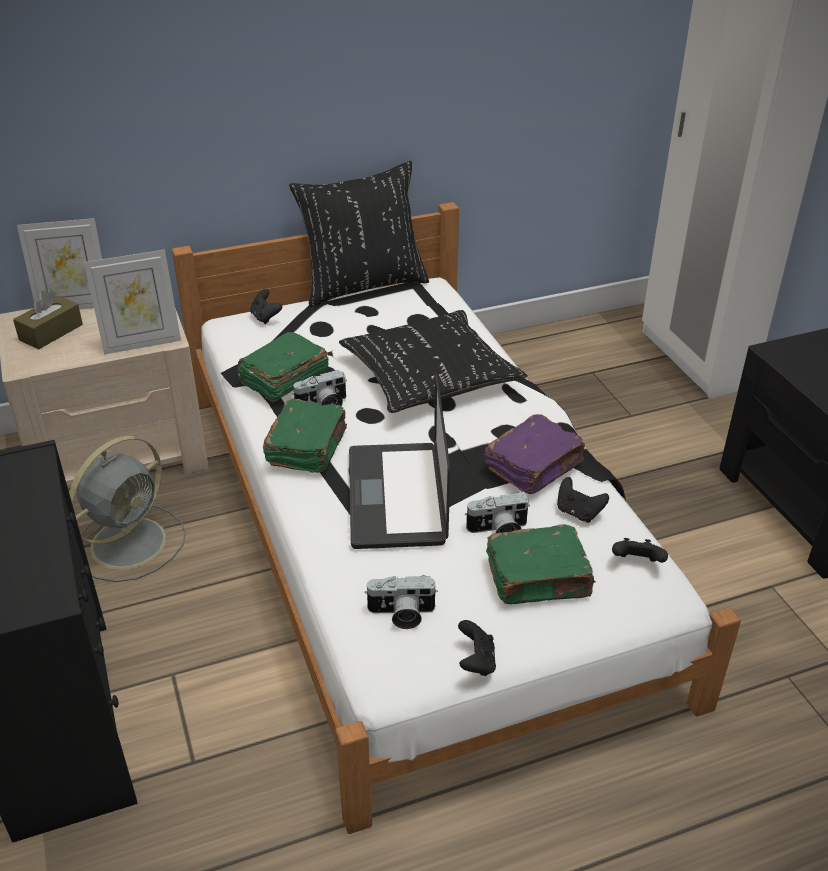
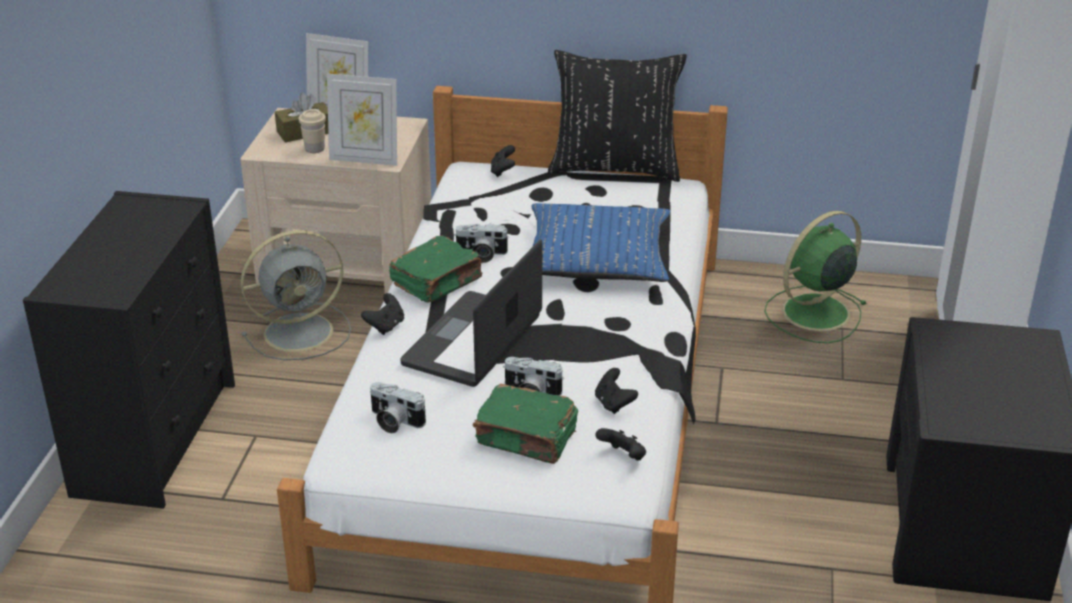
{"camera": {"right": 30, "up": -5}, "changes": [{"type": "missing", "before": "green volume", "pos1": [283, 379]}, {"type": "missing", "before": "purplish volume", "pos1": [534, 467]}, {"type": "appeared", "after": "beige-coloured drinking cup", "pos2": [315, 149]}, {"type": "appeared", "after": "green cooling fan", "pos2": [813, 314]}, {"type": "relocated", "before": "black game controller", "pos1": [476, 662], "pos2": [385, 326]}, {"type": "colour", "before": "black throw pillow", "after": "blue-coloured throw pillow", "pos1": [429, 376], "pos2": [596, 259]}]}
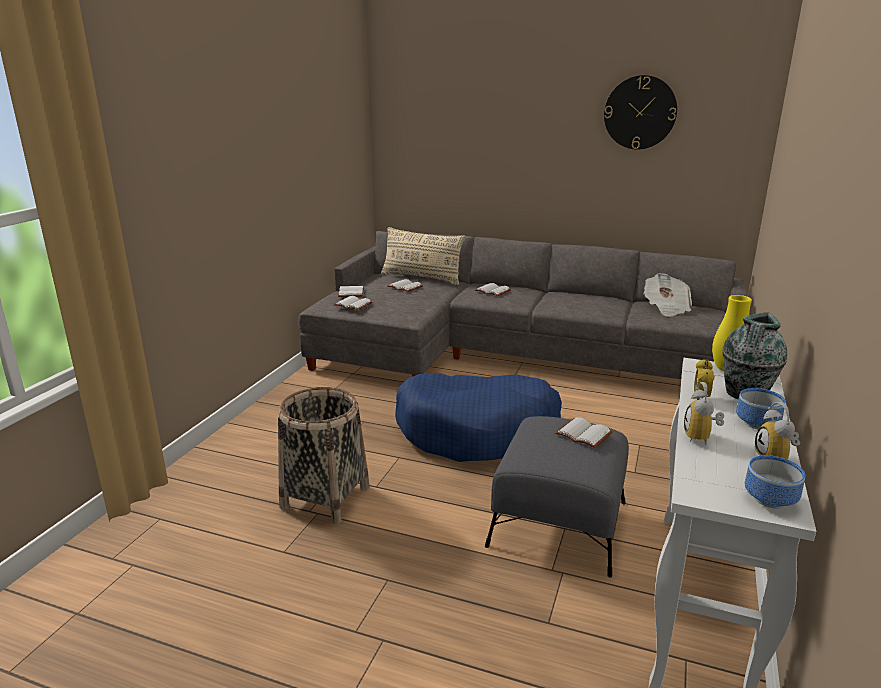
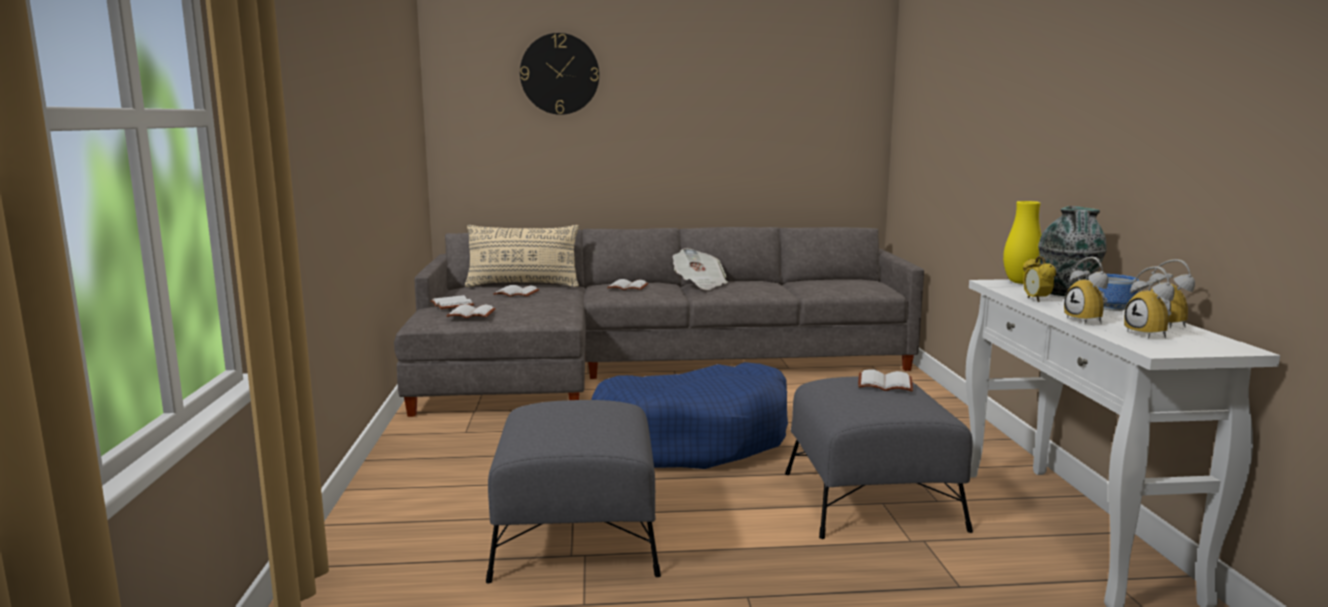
{"camera": {"right": -25, "up": -10}, "changes": [{"type": "missing", "before": "bowl", "pos1": [769, 498]}, {"type": "appeared", "after": "alarm clock", "pos2": [1151, 334]}, {"type": "relocated", "before": "hanging clock", "pos1": [640, 112], "pos2": [559, 74]}, {"type": "relocated", "before": "newspaper", "pos1": [666, 308], "pos2": [699, 284]}, {"type": "exchanged", "before": "storage basket", "after": "gray pouffe", "pos1": [325, 497], "pos2": [577, 536]}]}
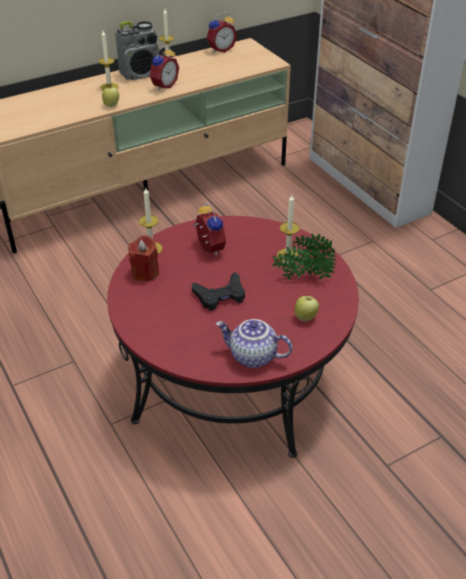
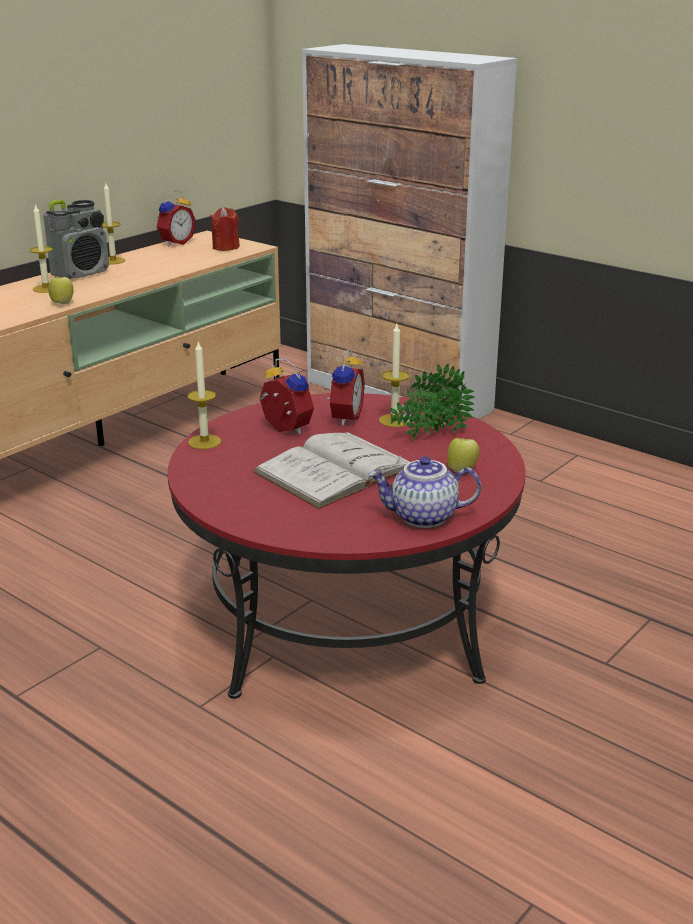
{"camera": {"right": -20, "up": -15}, "changes": [{"type": "relocated", "before": "red-coloured wax light", "pos1": [145, 272], "pos2": [226, 247]}, {"type": "relocated", "before": "alarm clock", "pos1": [163, 86], "pos2": [343, 418]}, {"type": "exchanged", "before": "black game controller", "after": "white volume", "pos1": [220, 296], "pos2": [335, 469]}]}
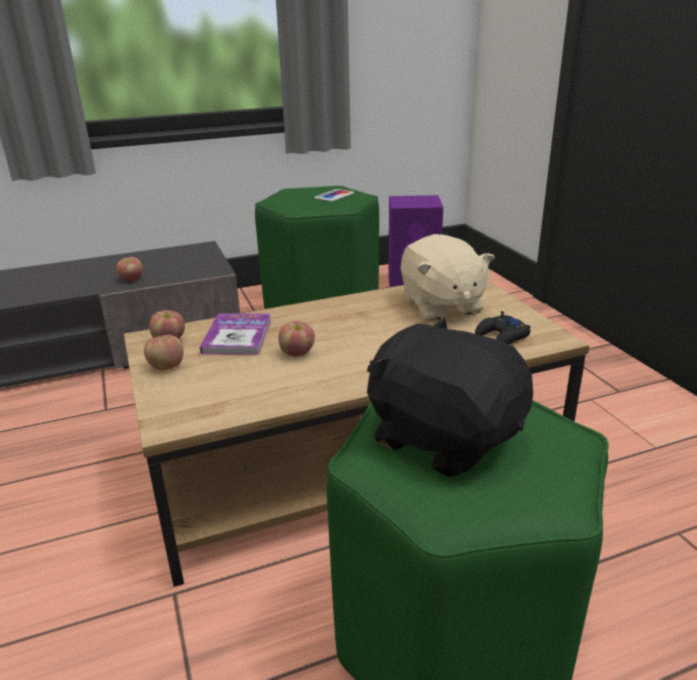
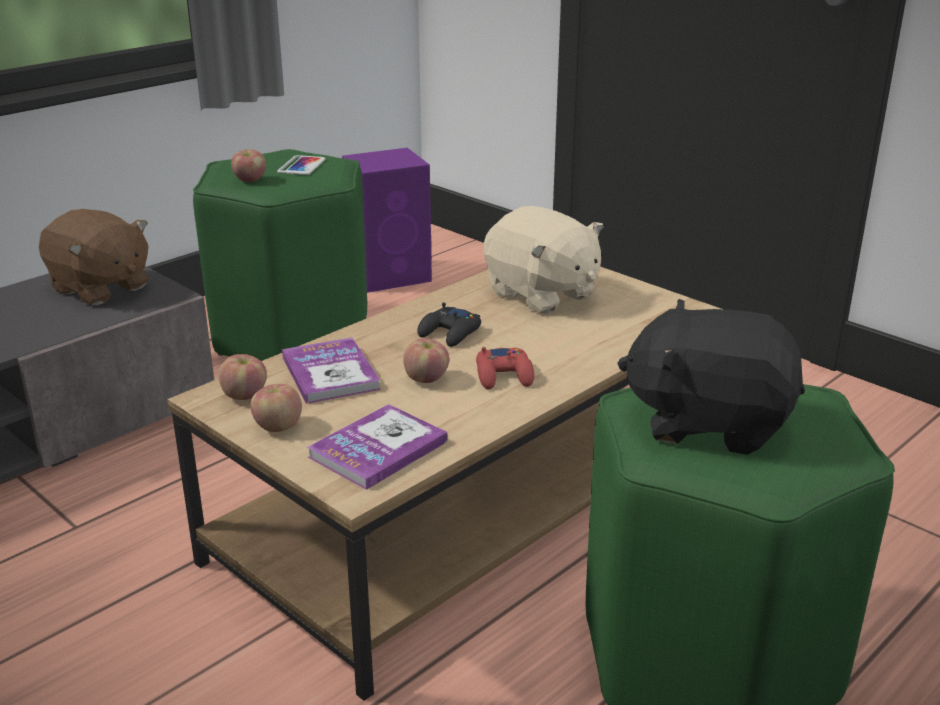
{"camera": {"right": -25, "up": 0}, "changes": [{"type": "appeared", "after": "brown plush toy", "pos2": [100, 288]}, {"type": "appeared", "after": "volume", "pos2": [378, 449]}, {"type": "appeared", "after": "red-coloured game controller", "pos2": [504, 375]}, {"type": "relocated", "before": "whole apple", "pos1": [132, 279], "pos2": [250, 180]}, {"type": "relocated", "before": "black game controller", "pos1": [502, 337], "pos2": [450, 333]}]}
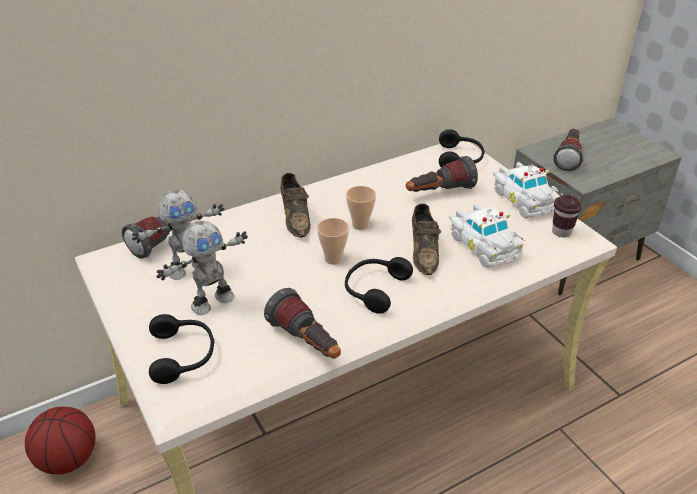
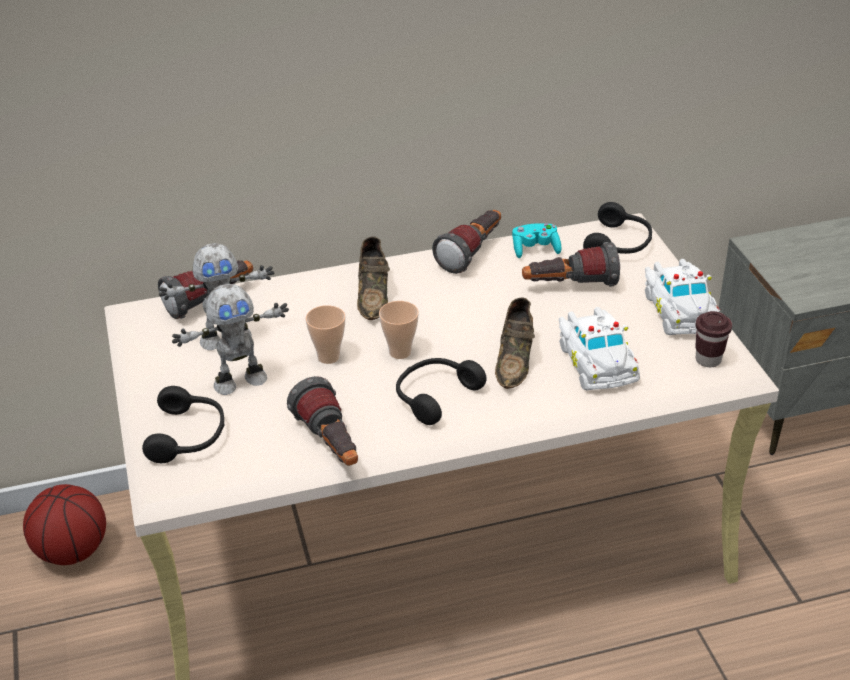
{"camera": {"right": 15, "up": 0}, "changes": [{"type": "appeared", "after": "blue-green game controller", "pos2": [535, 249]}, {"type": "relocated", "before": "drinking cup", "pos1": [360, 225], "pos2": [328, 357]}, {"type": "relocated", "before": "torch", "pos1": [568, 157], "pos2": [472, 253]}]}
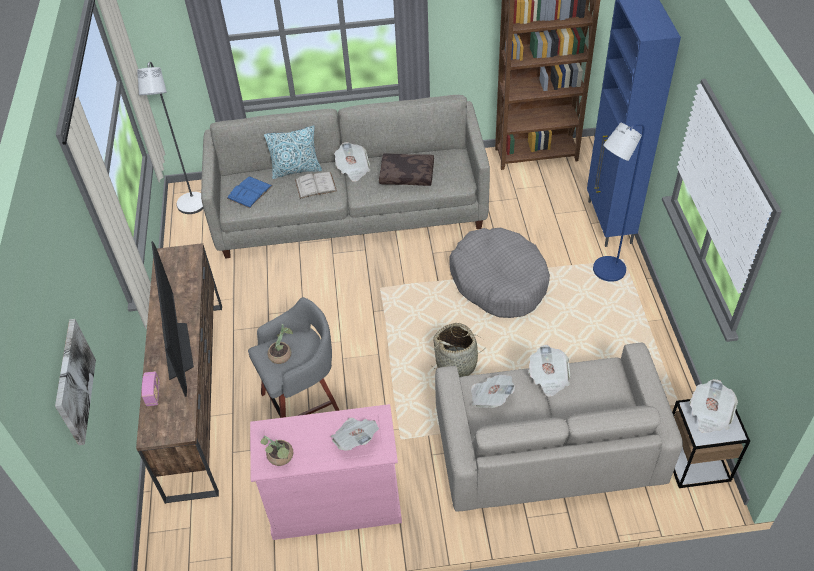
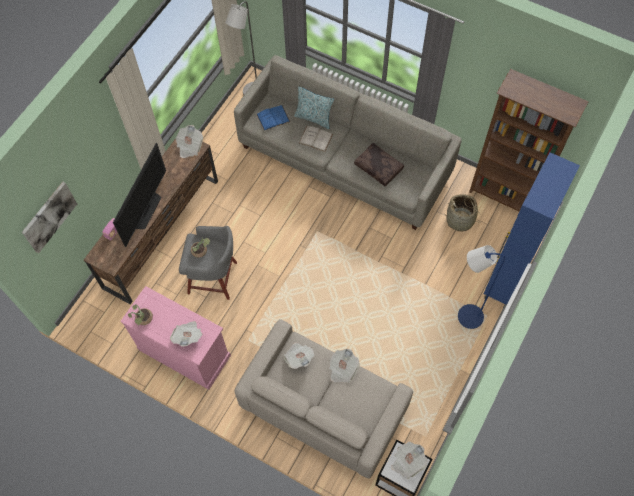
{"camera": {"right": 35, "up": 15}, "changes": [{"type": "missing", "before": "gray pet bed", "pos1": [499, 281]}, {"type": "relocated", "before": "newspaper", "pos1": [353, 169], "pos2": [189, 146]}, {"type": "relocated", "before": "storage basket", "pos1": [457, 364], "pos2": [460, 220]}]}
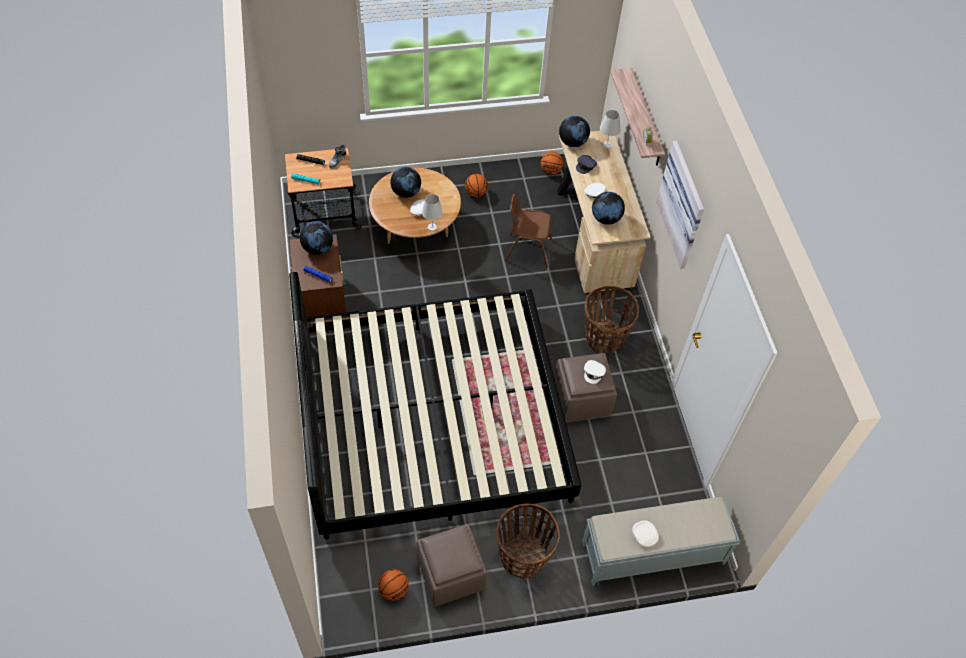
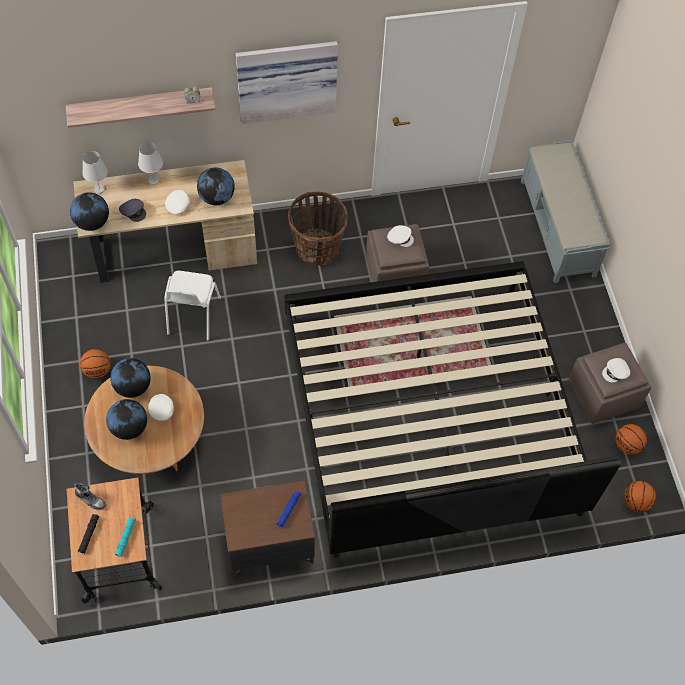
{"camera": {"right": -90, "up": 5}, "changes": [{"type": "missing", "before": "storage basket", "pos1": [523, 556]}, {"type": "relocated", "before": "world globe", "pos1": [318, 248], "pos2": [133, 386]}, {"type": "relocated", "before": "white table lamp", "pos1": [432, 227], "pos2": [153, 180]}, {"type": "relocated", "before": "basketball", "pos1": [550, 171], "pos2": [636, 502]}, {"type": "relocated", "before": "white cap", "pos1": [644, 535], "pos2": [616, 372]}, {"type": "colour", "before": "brown chair", "after": "white chair", "pos1": [527, 250], "pos2": [193, 316]}]}
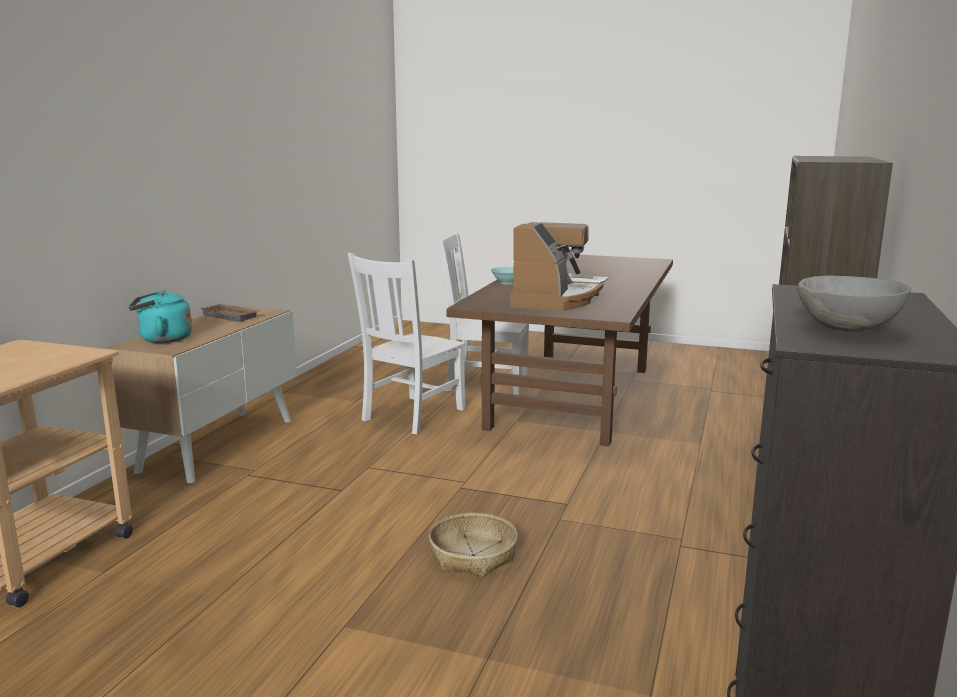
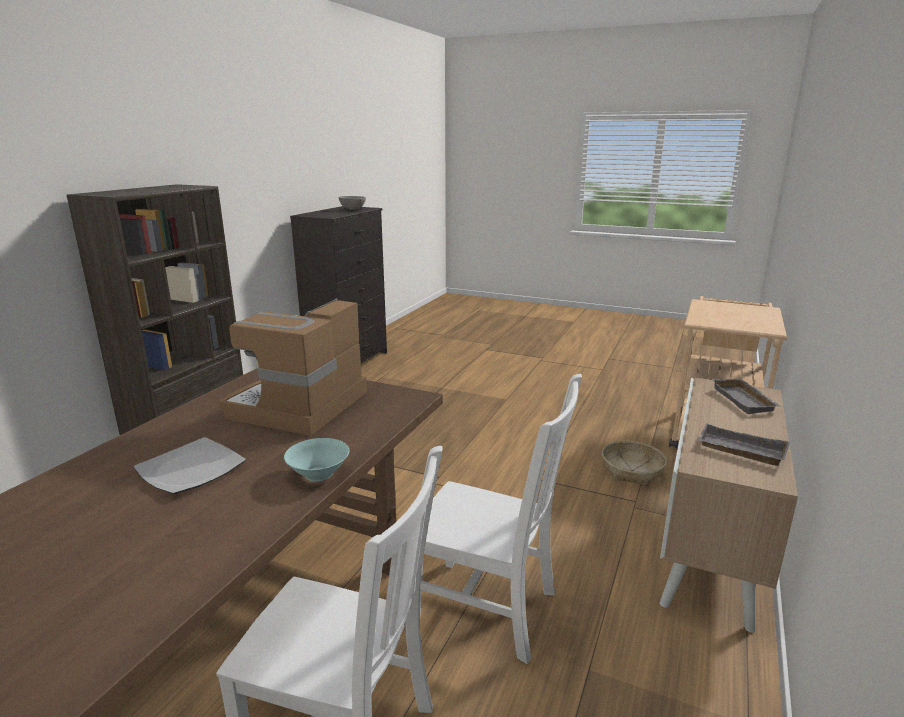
{"camera": {"right": -175, "up": 5}, "changes": [{"type": "relocated", "before": "storage basket", "pos1": [473, 555], "pos2": [632, 470]}, {"type": "exchanged", "before": "blue-green kettle", "after": "gray carrying tray", "pos1": [162, 339], "pos2": [745, 400]}, {"type": "spun", "before": "white chair", "pos1": [411, 415], "pos2": [489, 609], "turn": 75}]}
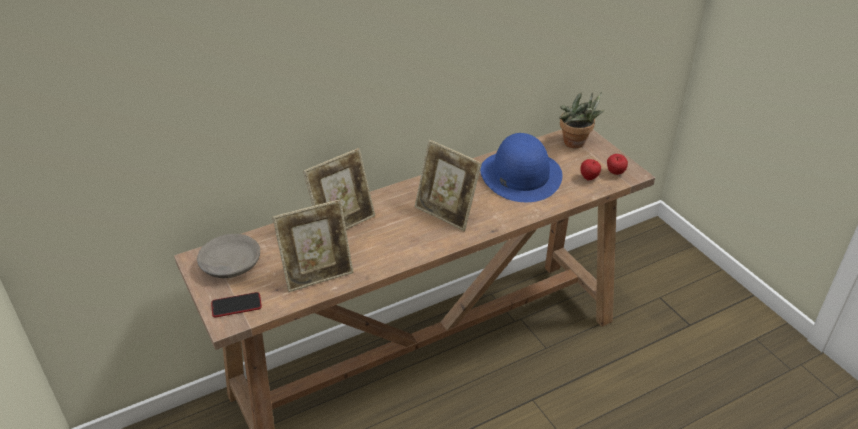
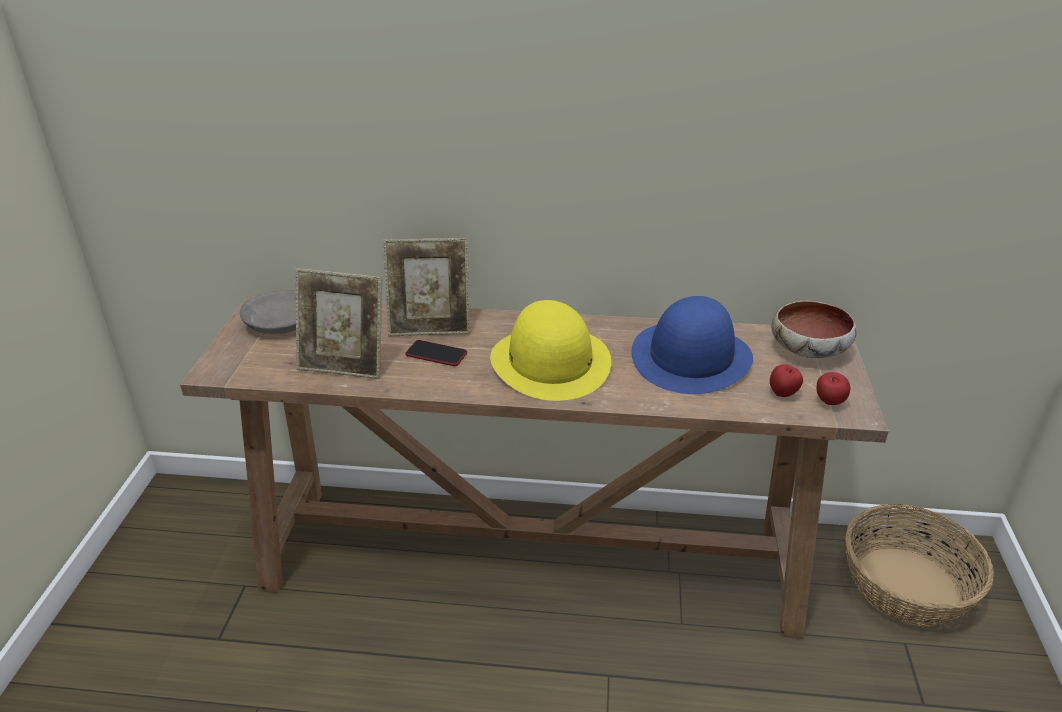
{"camera": {"right": 35, "up": -5}, "changes": [{"type": "appeared", "after": "storage basket", "pos2": [905, 585]}, {"type": "relocated", "before": "telephone", "pos1": [236, 305], "pos2": [436, 354]}, {"type": "exchanged", "before": "picture frame", "after": "yellowish clothing hat", "pos1": [446, 213], "pos2": [551, 362]}, {"type": "exchanged", "before": "plant in a pot", "after": "bowl", "pos1": [576, 144], "pos2": [809, 350]}]}
